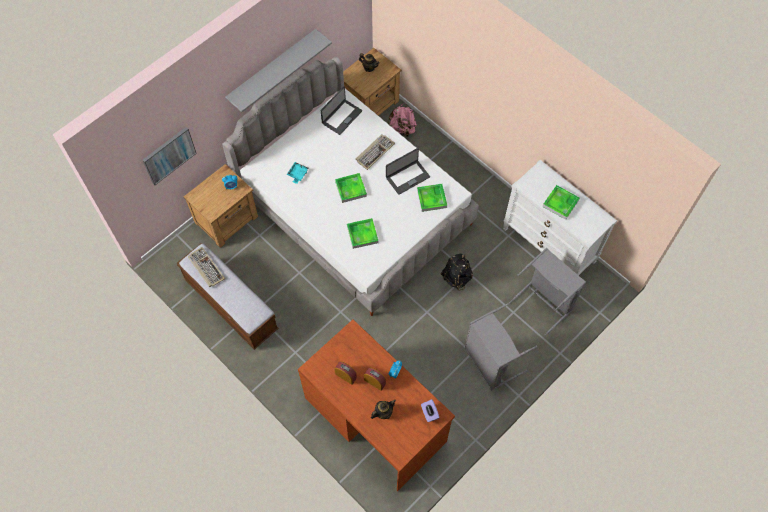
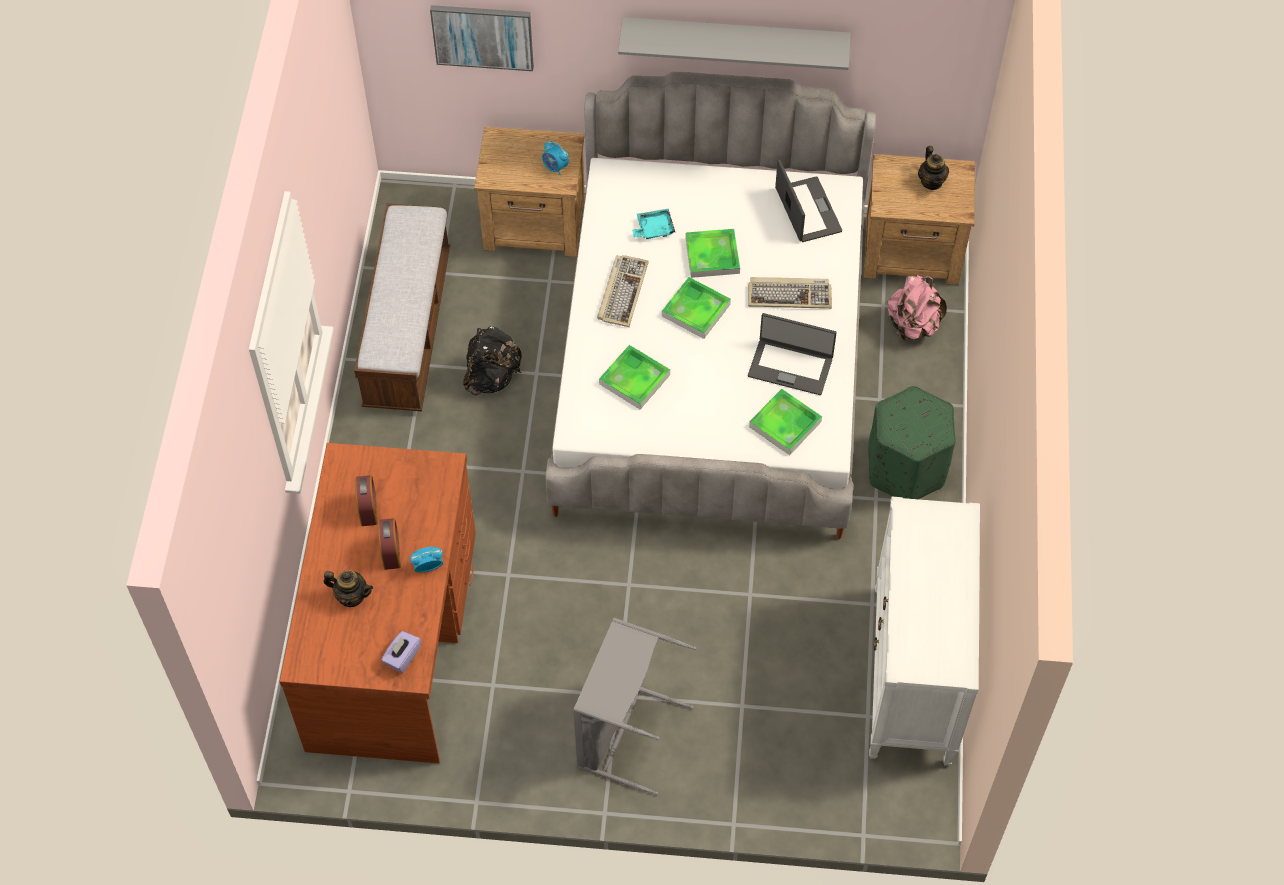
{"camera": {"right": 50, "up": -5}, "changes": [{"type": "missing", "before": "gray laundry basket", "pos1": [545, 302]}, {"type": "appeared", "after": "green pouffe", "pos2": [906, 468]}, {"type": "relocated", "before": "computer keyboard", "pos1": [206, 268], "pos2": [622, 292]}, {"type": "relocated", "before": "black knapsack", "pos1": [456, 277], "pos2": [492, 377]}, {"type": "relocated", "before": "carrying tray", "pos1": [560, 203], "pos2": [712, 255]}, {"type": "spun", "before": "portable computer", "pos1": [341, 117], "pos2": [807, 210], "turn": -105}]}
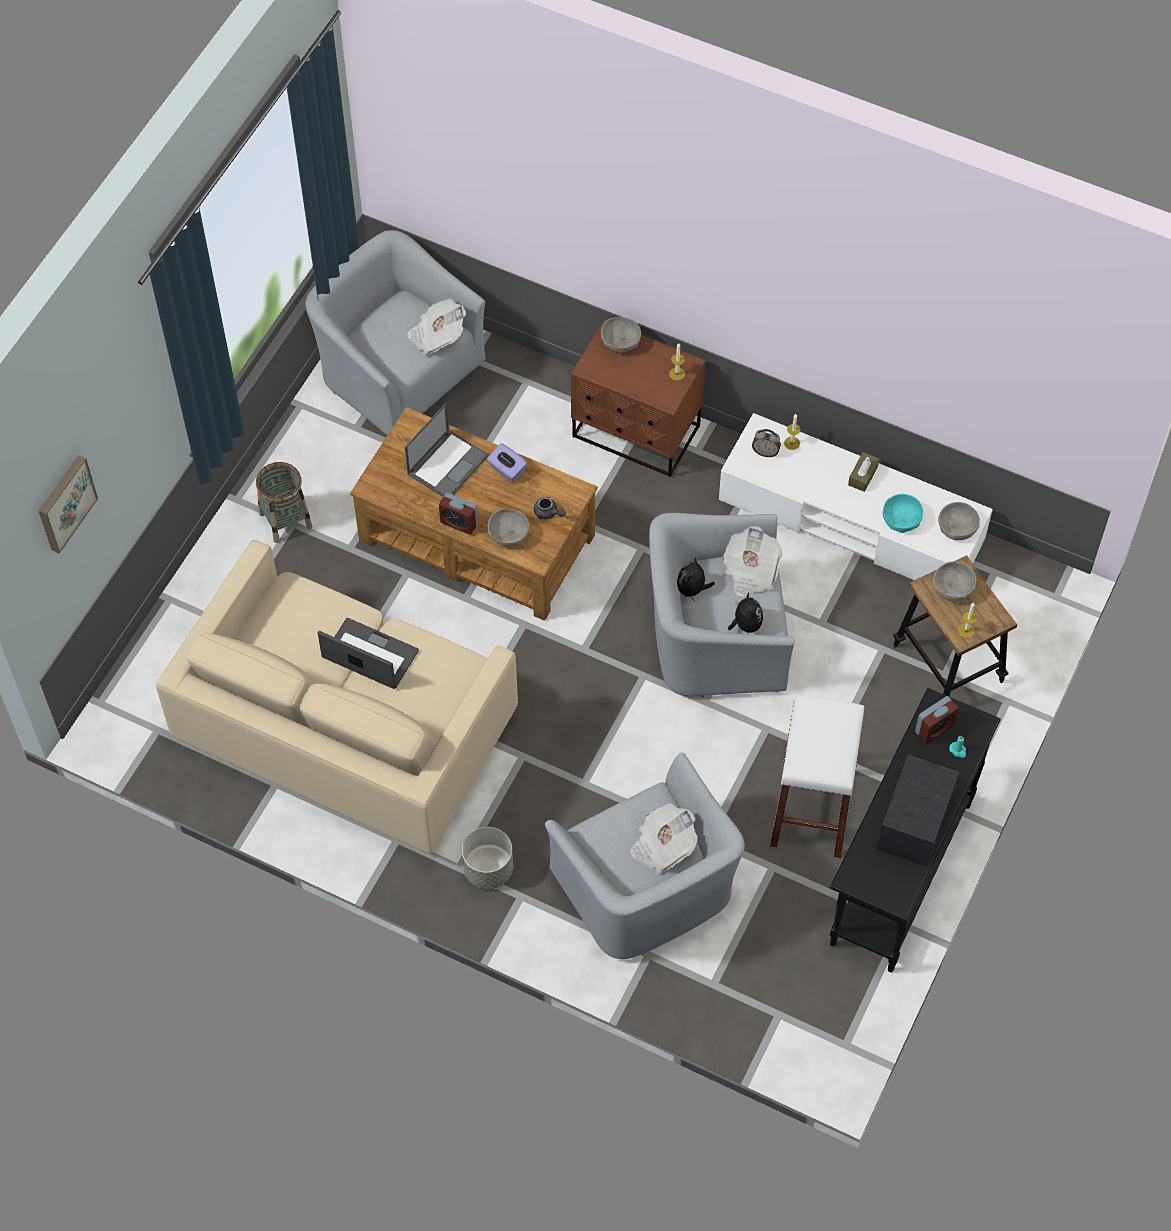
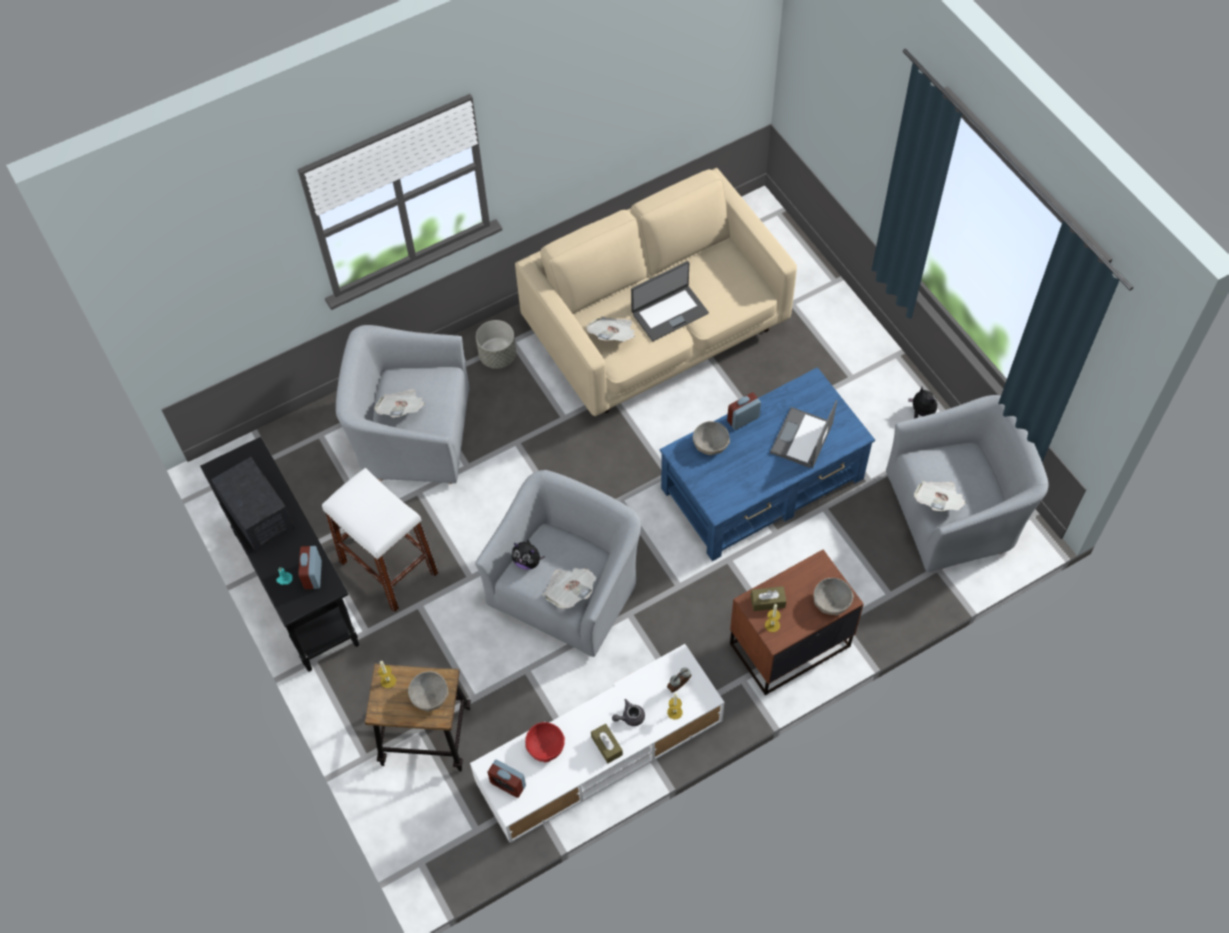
{"camera": {"right": 125, "up": 0}, "changes": [{"type": "missing", "before": "wall art", "pos1": [64, 502]}, {"type": "missing", "before": "storage basket", "pos1": [285, 520]}, {"type": "missing", "before": "purplish box of tissues", "pos1": [507, 470]}, {"type": "appeared", "after": "newspaper", "pos2": [613, 336]}, {"type": "appeared", "after": "brown box of tissues", "pos2": [767, 601]}, {"type": "relocated", "before": "gray teapot", "pos1": [548, 513], "pos2": [629, 717]}, {"type": "relocated", "before": "plush toy", "pos1": [692, 589], "pos2": [921, 412]}, {"type": "exchanged", "before": "gray bowl", "after": "alarm clock", "pos1": [956, 528], "pos2": [508, 784]}, {"type": "colour", "before": "brown coffee table", "after": "blue-coloured coffee table", "pos1": [476, 536], "pos2": [763, 483]}, {"type": "colour", "before": "blue-green bowl", "after": "red-coloured bowl", "pos1": [901, 520], "pos2": [545, 747]}, {"type": "spun", "before": "portable computer", "pos1": [448, 464], "pos2": [801, 439], "turn": 45}]}
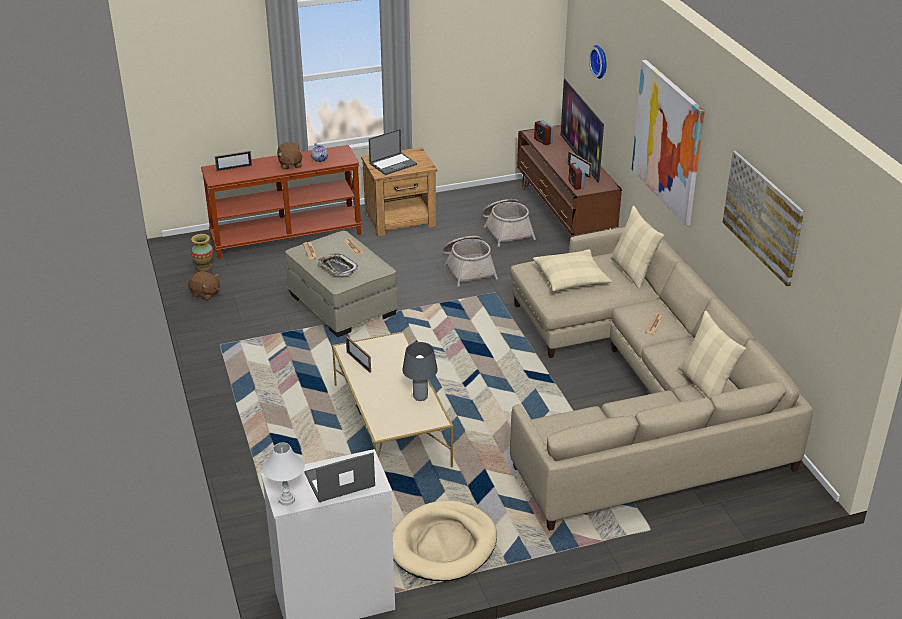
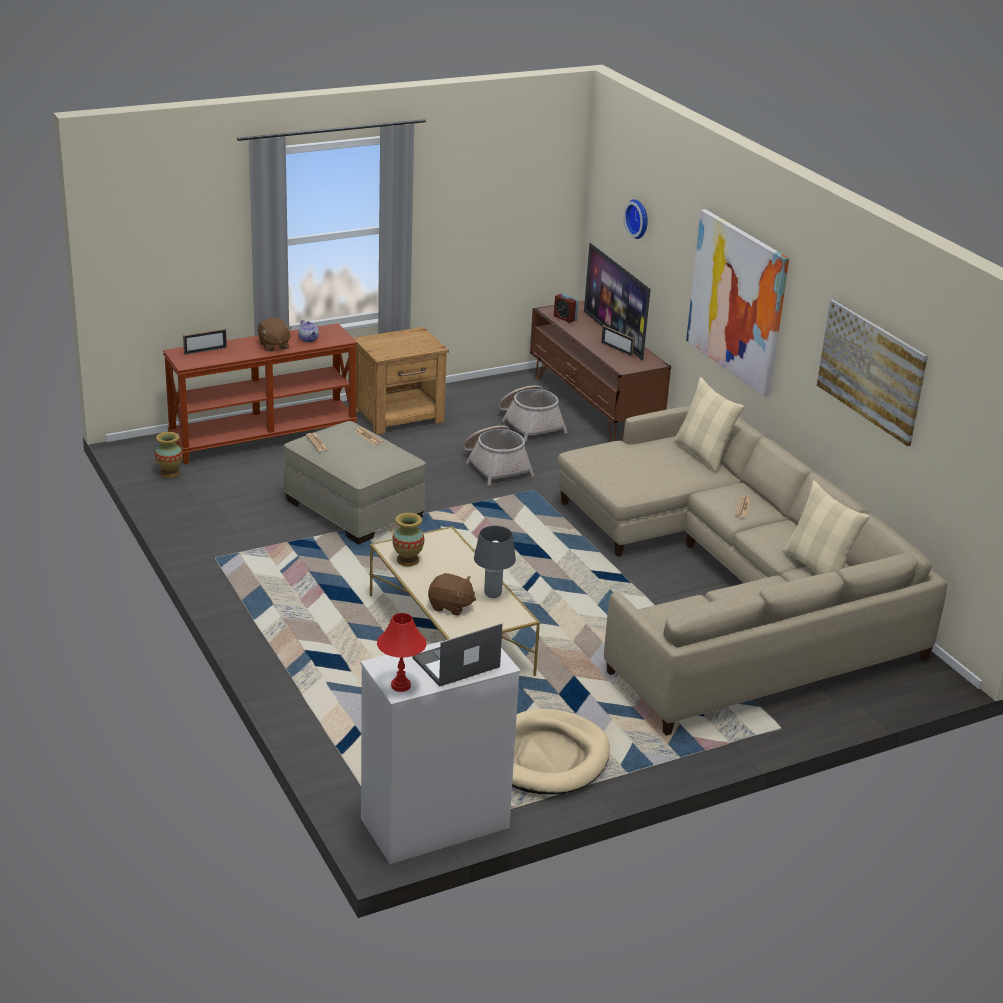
{"camera": {"right": -10, "up": -5}, "changes": [{"type": "missing", "before": "carrying tray", "pos1": [337, 267]}, {"type": "missing", "before": "portable computer", "pos1": [393, 164]}, {"type": "missing", "before": "beige-coloured throw pillow", "pos1": [571, 278]}, {"type": "missing", "before": "alarm clock", "pos1": [576, 185]}, {"type": "relocated", "before": "brown plush toy", "pos1": [205, 294], "pos2": [450, 606]}, {"type": "exchanged", "before": "picture frame", "after": "flower vase", "pos1": [358, 362], "pos2": [408, 560]}, {"type": "colour", "before": "white table lamp", "after": "red-coloured table lamp", "pos1": [287, 500], "pos2": [401, 686]}]}
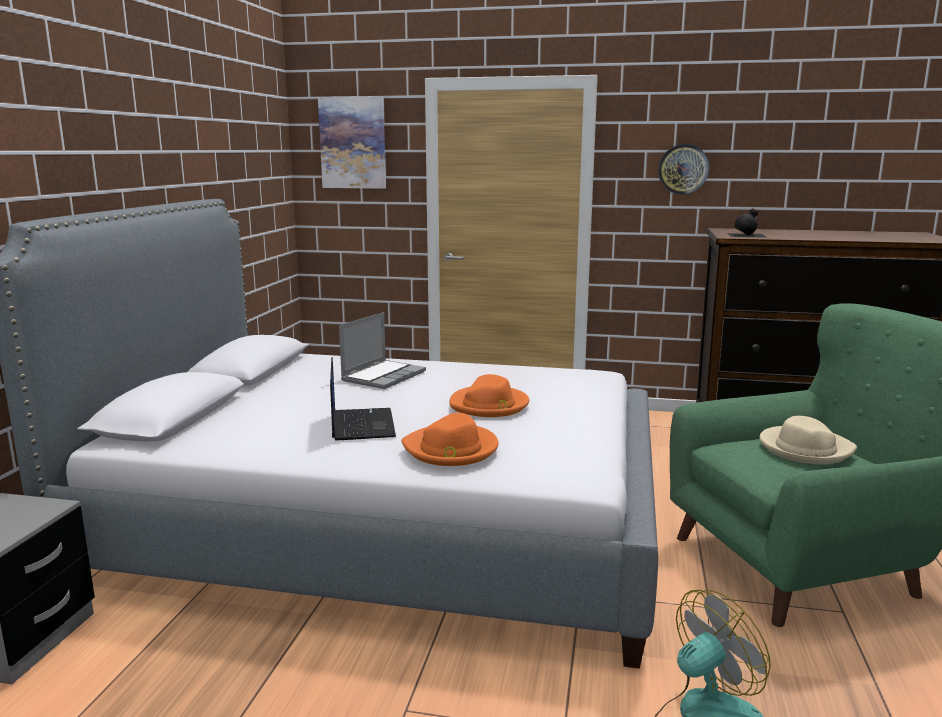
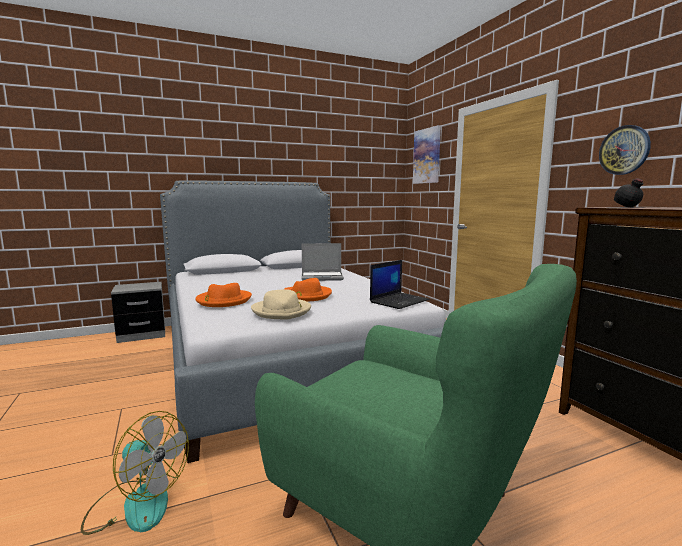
{"camera": {"right": 55, "up": -5}, "changes": [{"type": "relocated", "before": "portable computer", "pos1": [361, 424], "pos2": [399, 301]}, {"type": "relocated", "before": "beige-coloured clothing hat", "pos1": [805, 449], "pos2": [282, 311]}]}
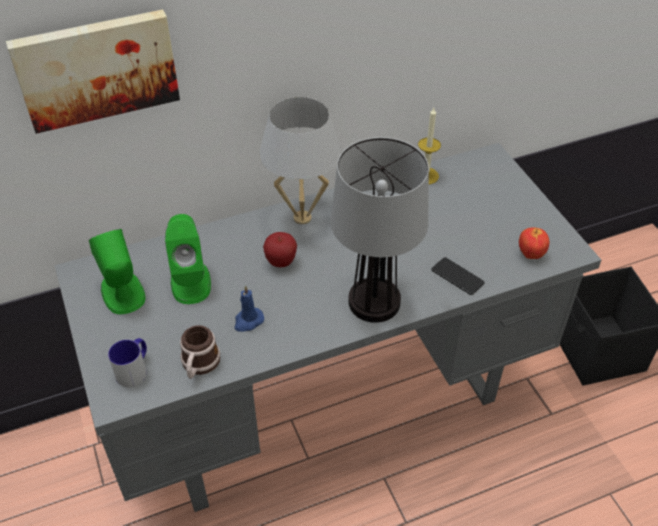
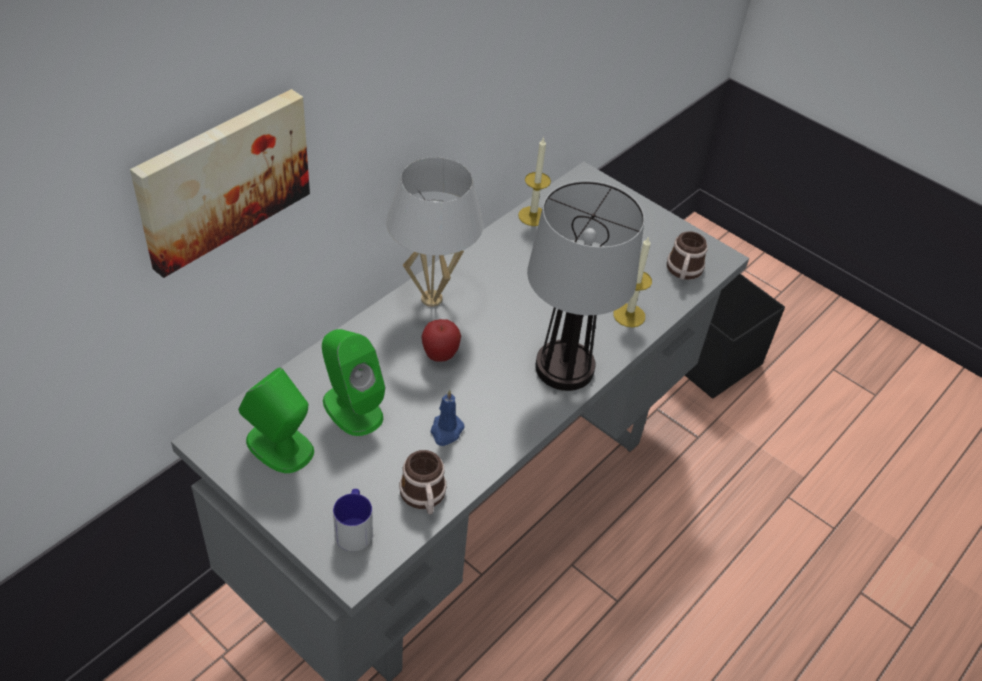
{"camera": {"right": -30, "up": 0}, "changes": [{"type": "exchanged", "before": "telephone", "after": "wax light", "pos1": [457, 276], "pos2": [629, 315]}, {"type": "exchanged", "before": "whole apple", "after": "tea mug", "pos1": [530, 254], "pos2": [683, 272]}]}
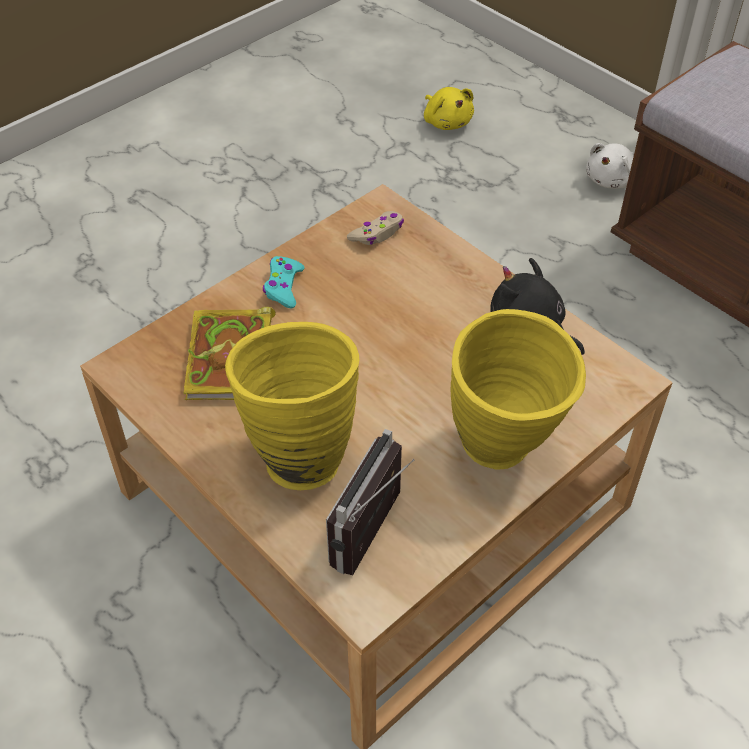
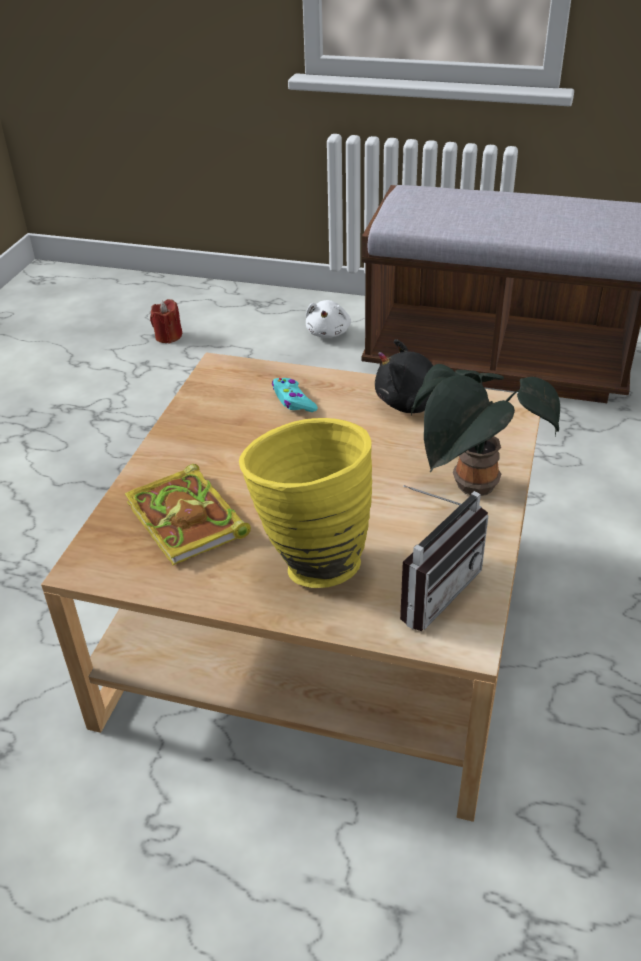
{"camera": {"right": -30, "up": -10}, "changes": [{"type": "missing", "before": "beige-coloured game controller", "pos1": [377, 234]}, {"type": "relocated", "before": "blue-green game controller", "pos1": [283, 287], "pos2": [293, 401]}, {"type": "exchanged", "before": "yellowish plush toy", "after": "red-coloured wax light", "pos1": [447, 122], "pos2": [168, 336]}, {"type": "exchanged", "before": "yellowish flower vase", "after": "plant in a pot", "pos1": [505, 453], "pos2": [473, 489]}, {"type": "spun", "before": "radio", "pos1": [377, 536], "pos2": [431, 589], "turn": -135}]}
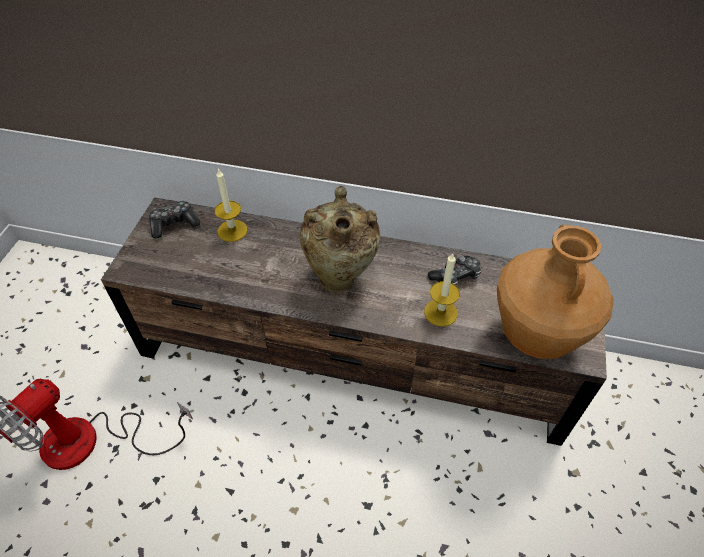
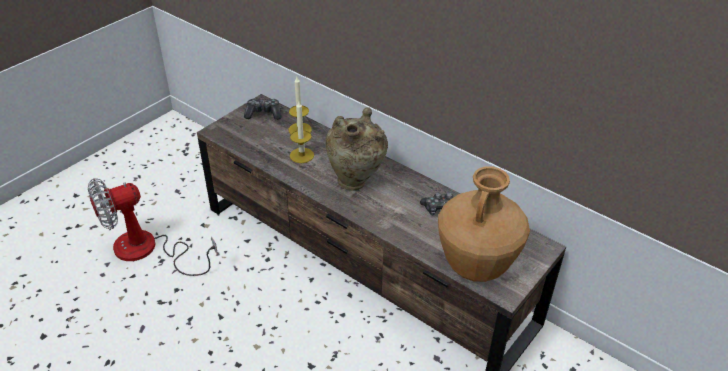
{"camera": {"right": 25, "up": -10}, "changes": [{"type": "relocated", "before": "wax light", "pos1": [440, 312], "pos2": [302, 155]}]}
